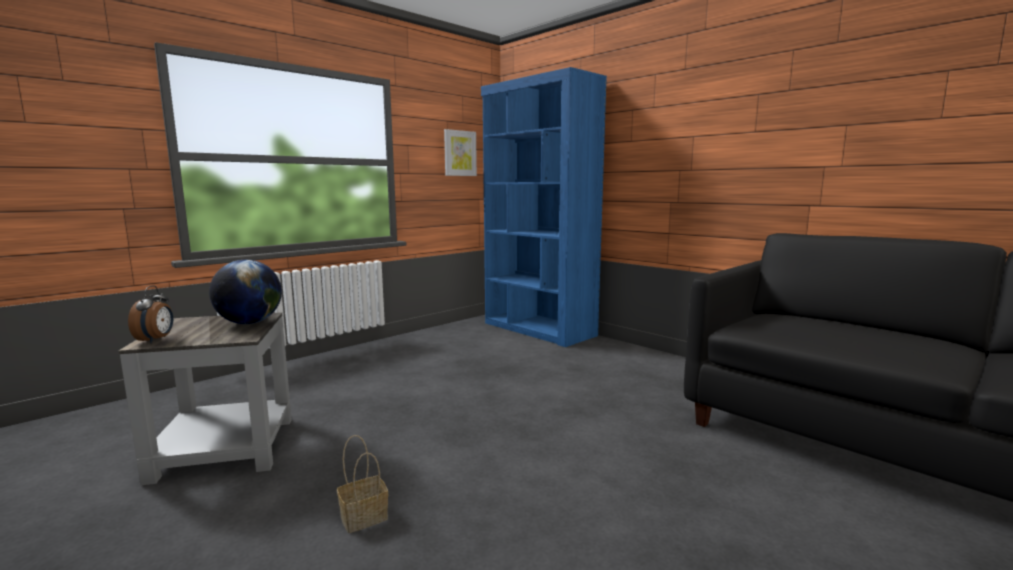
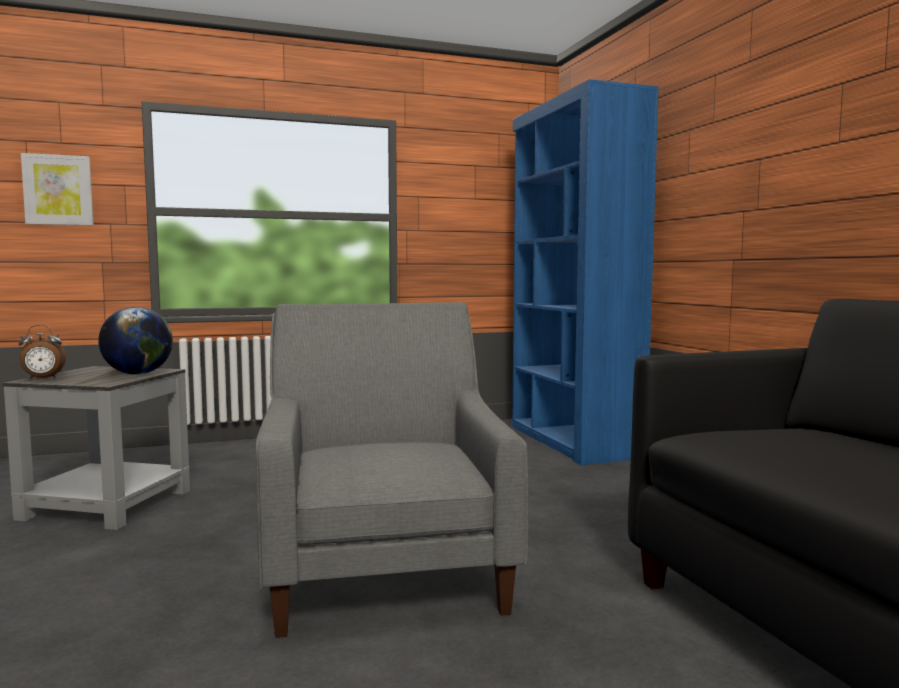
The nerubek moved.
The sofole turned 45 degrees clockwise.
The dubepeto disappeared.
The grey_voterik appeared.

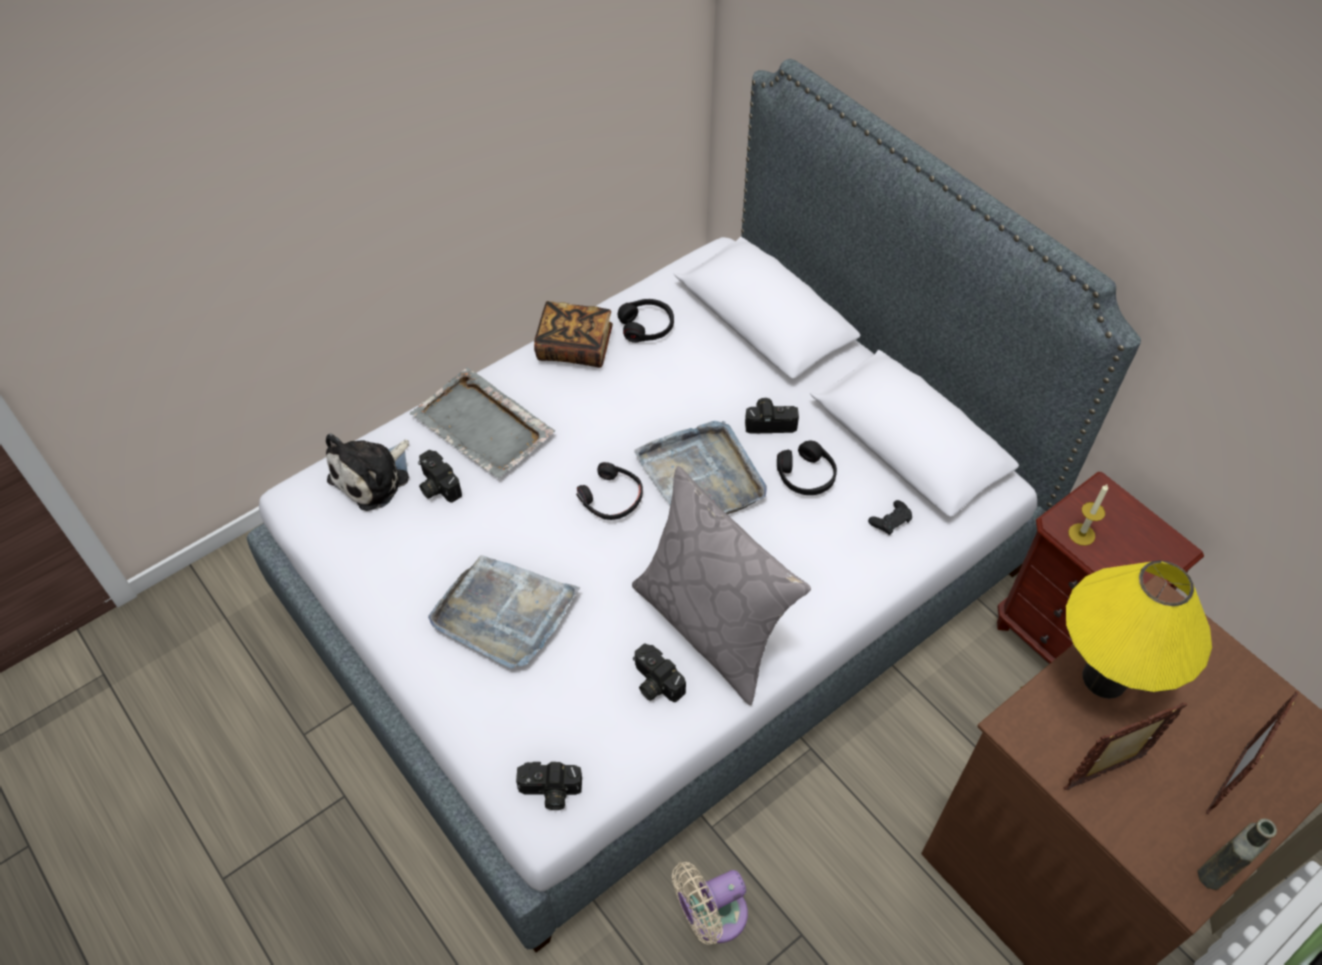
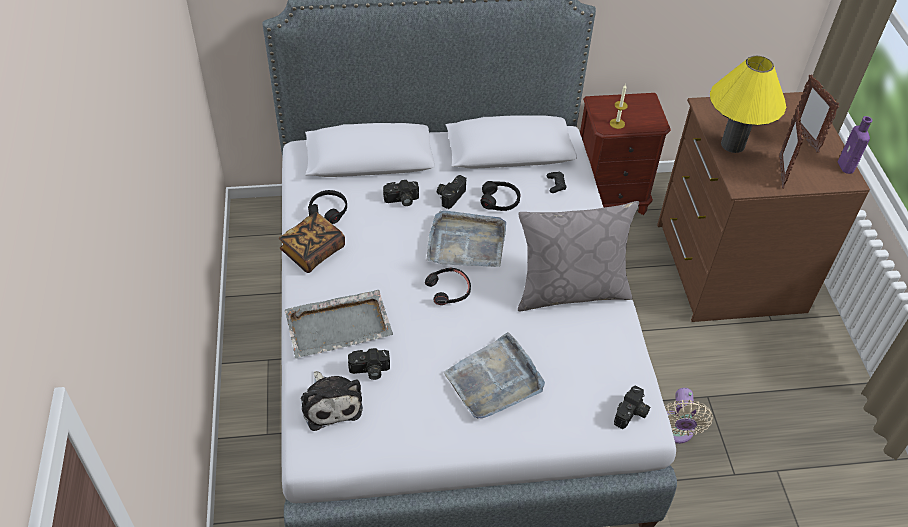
The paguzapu (no. 3 from left in the first image) moved.
The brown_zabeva became the purple_zabeva.

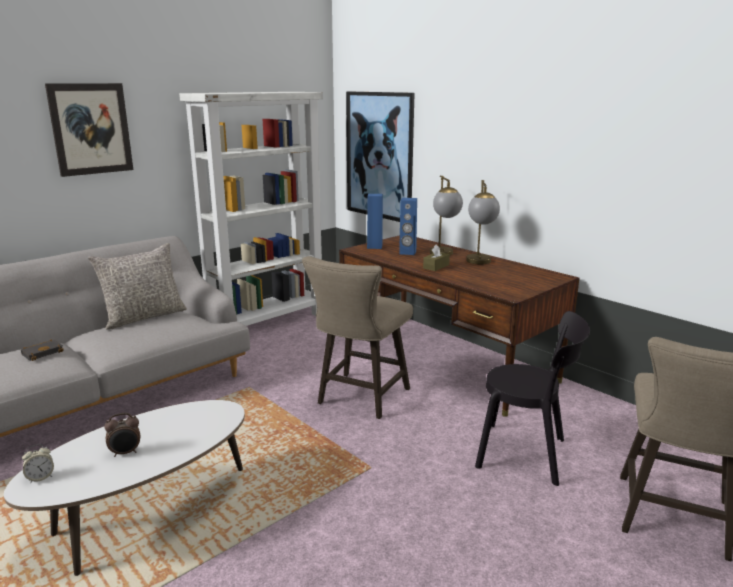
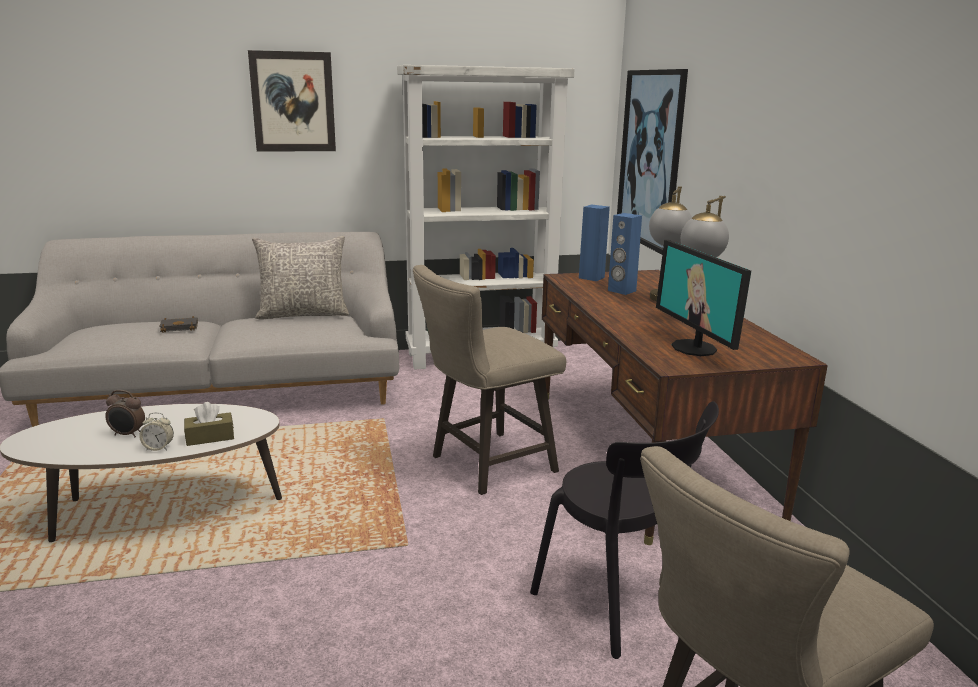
The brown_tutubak moved.
The sofole (no. 1 from left in the first image) moved.
The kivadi appeared.

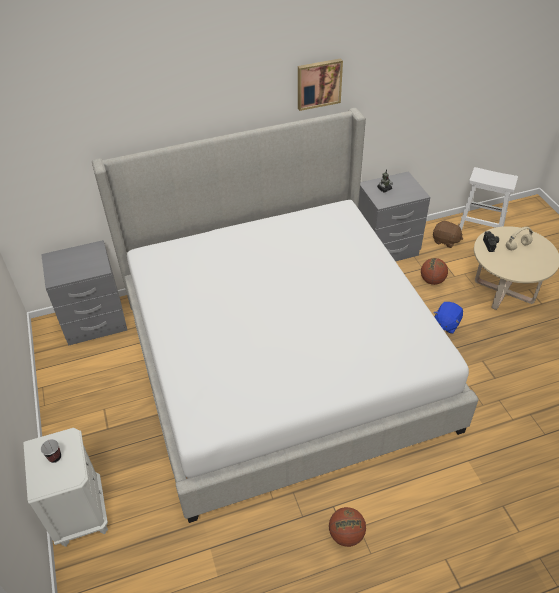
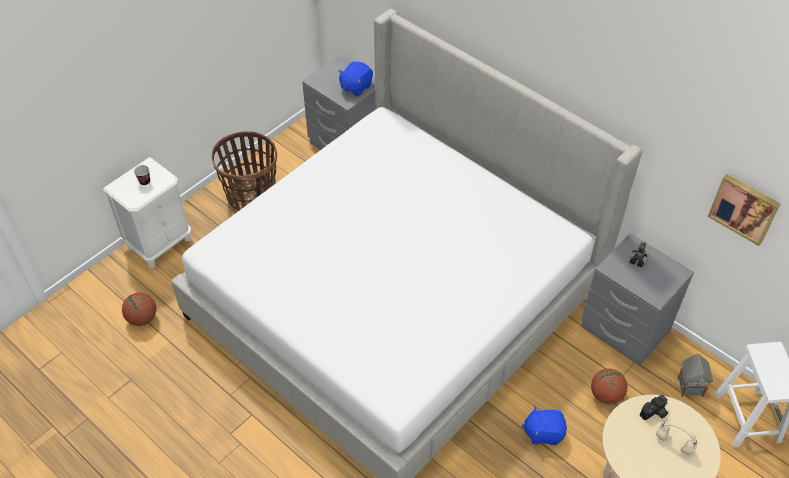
The nerubek moved.
The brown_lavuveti was replaced by the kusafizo.
The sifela (no. 1 from left) moved.
The blue_lavuveti (no. 1 from left) appeared.
The dubepeto appeared.

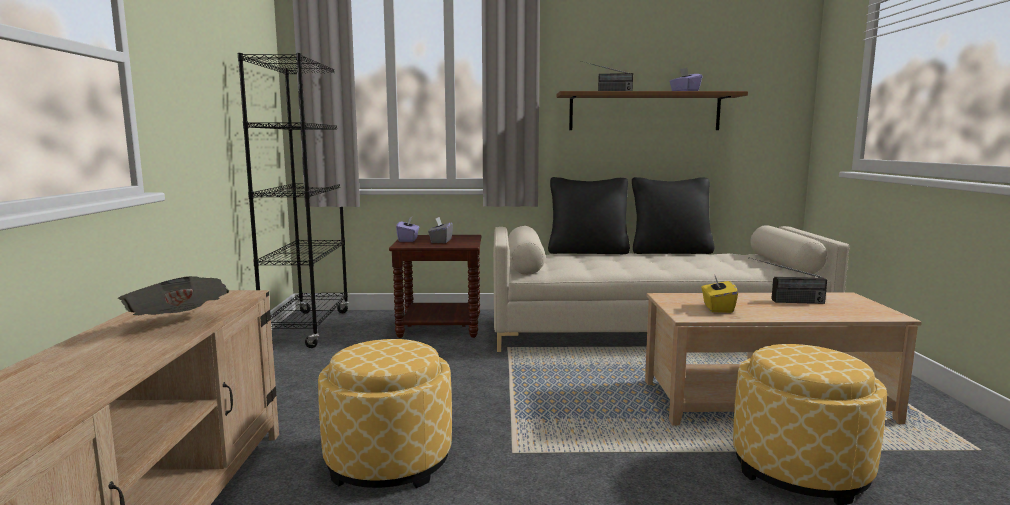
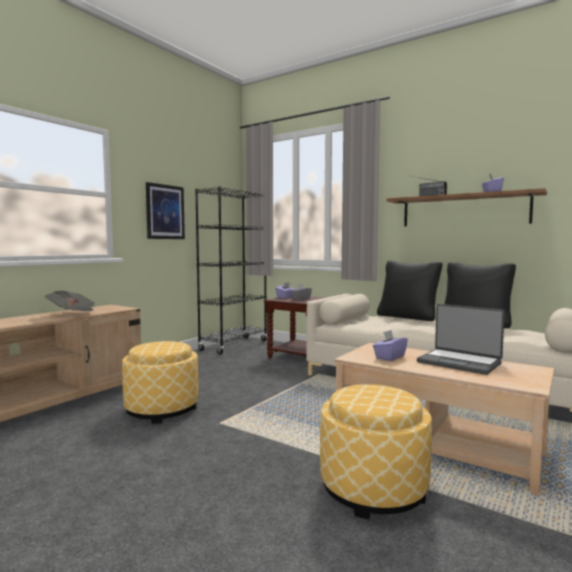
The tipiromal (no. 2 from left) was replaced by the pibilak.
The yellow_tutubak became the purple_tutubak (no. 2 from left).
The nerubek appeared.

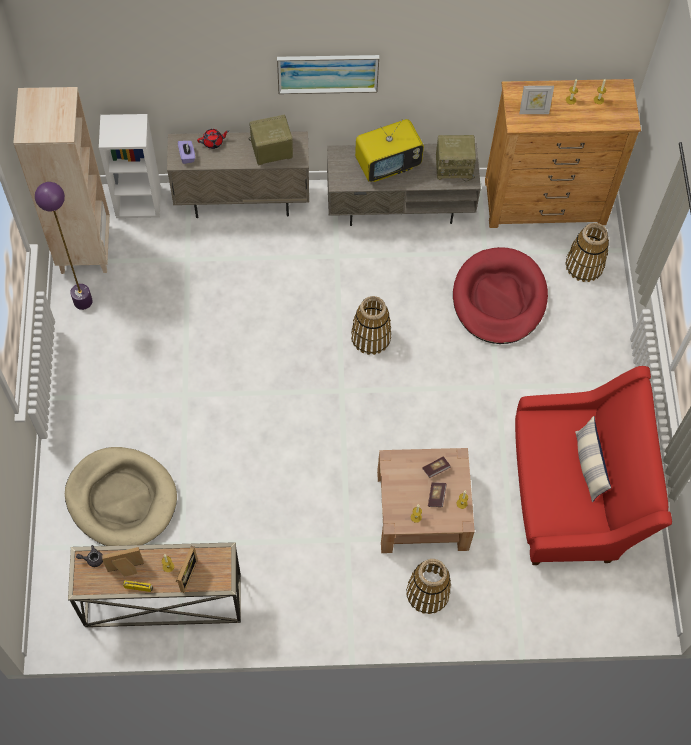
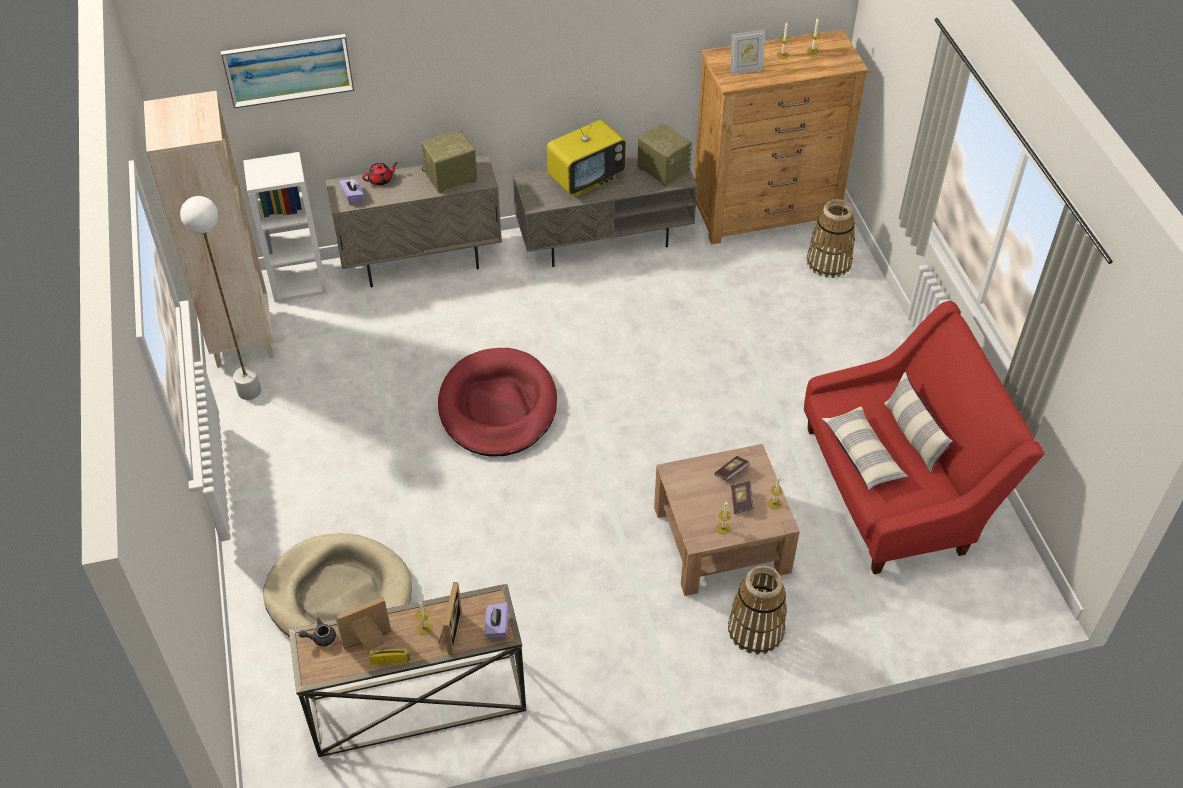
The nerubek moved.
The tipiromal (no. 3 from left) turned 120 degrees counterclockwise.
The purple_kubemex became the white_kubemex.
The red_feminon moved.
The dubepeto (no. 1 from left) disappeared.
The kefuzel (no. 1 from left) appeared.
The purple_tutubak (no. 2 from left) appeared.

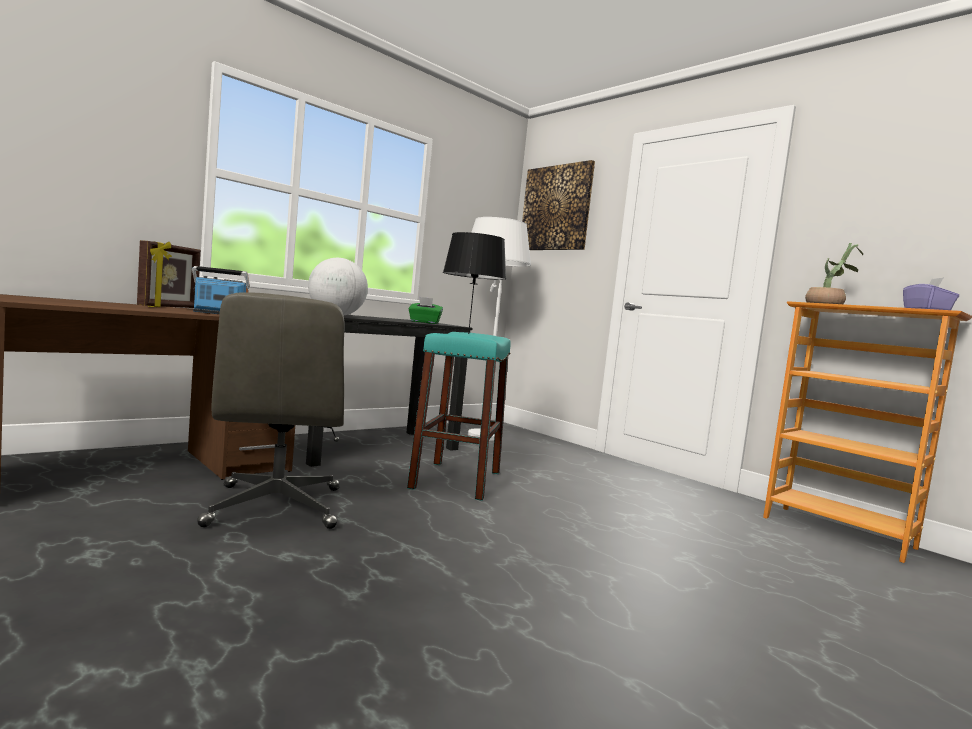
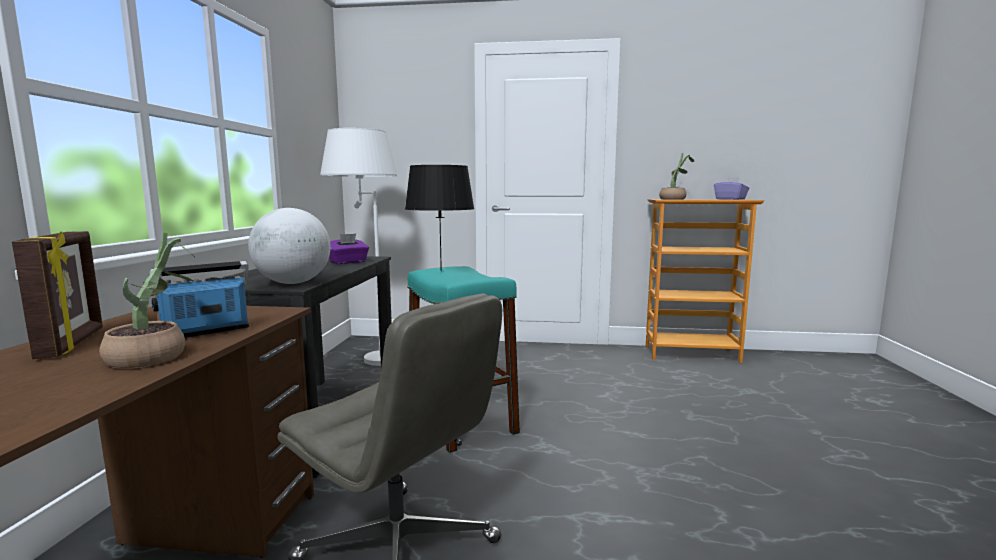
The nerubek disappeared.
The green_tutubak became the purple_tutubak (no. 1 from left).
The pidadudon (no. 1 from left) appeared.

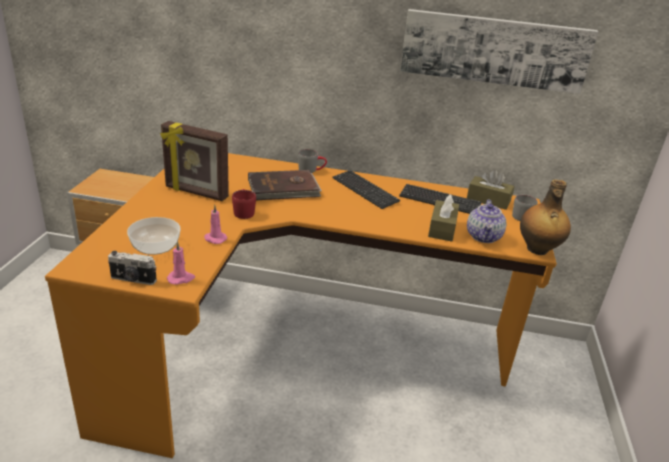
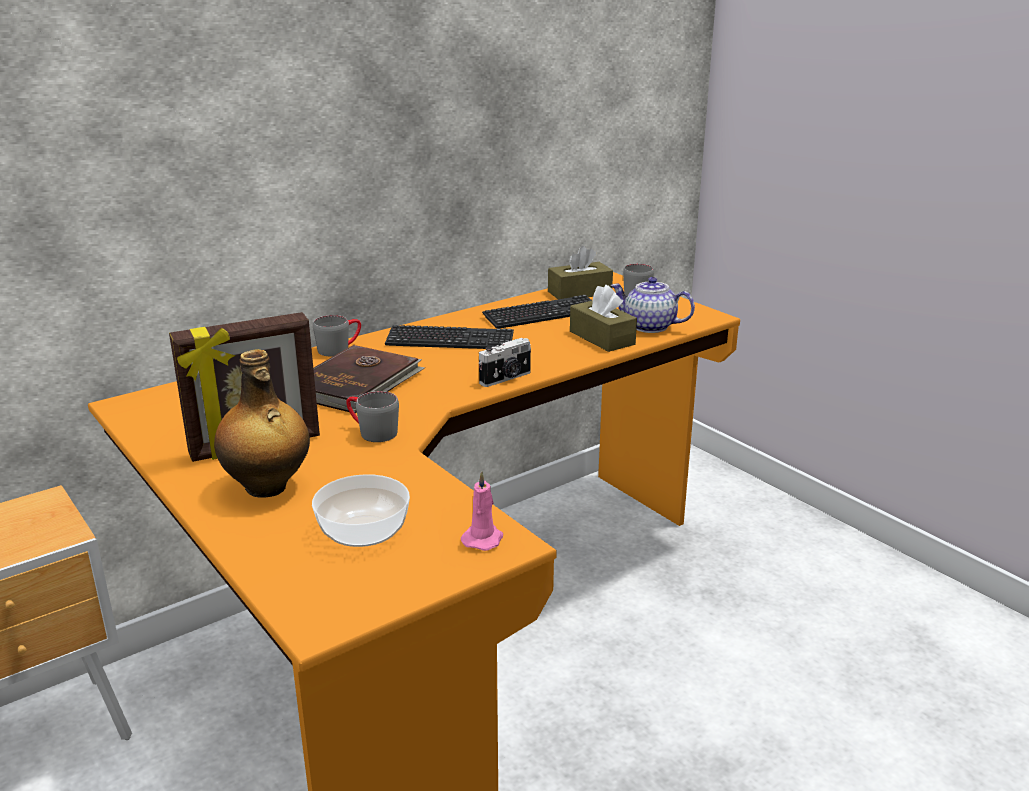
The nerubek disappeared.
The zabeva moved.
The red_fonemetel became the grey_fonemetel (no. 2 from left).
The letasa turned 150 degrees clockwise.
The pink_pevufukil (no. 2 from left) disappeared.
The paguzapu moved.

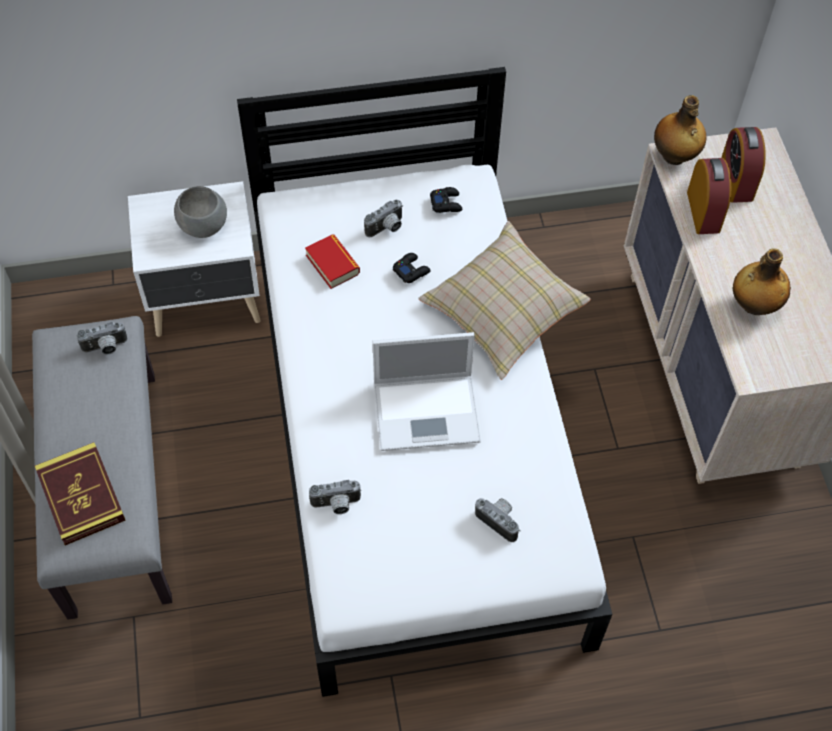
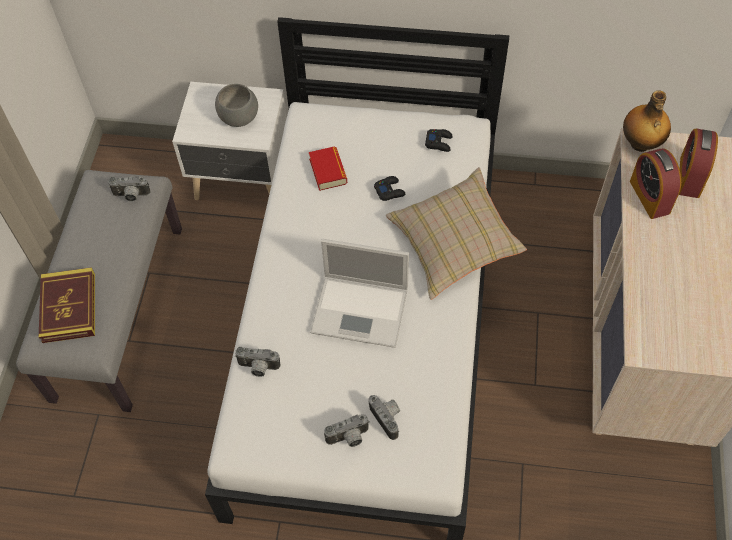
The sofole (no. 1 from left) turned 150 degrees clockwise.
The paguzapu (no. 3 from left) moved.
The zabeva (no. 2 from left) disappeared.

